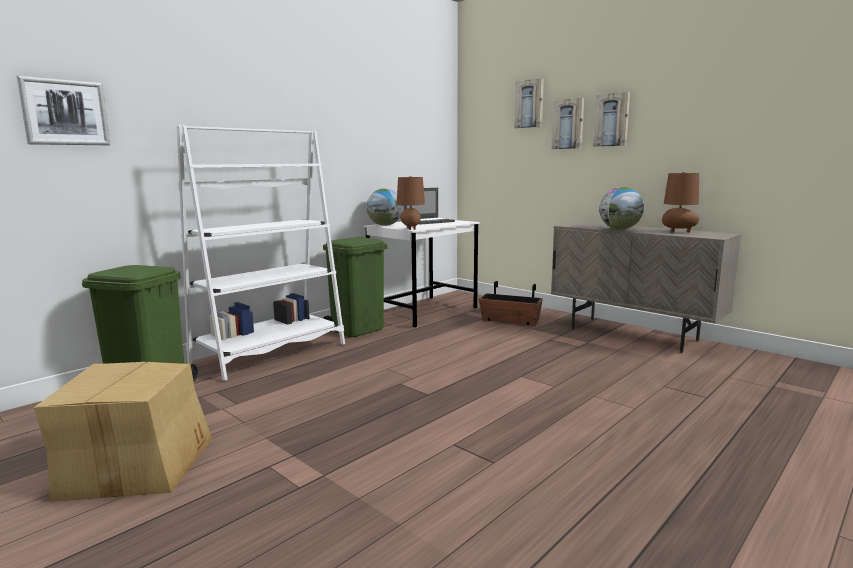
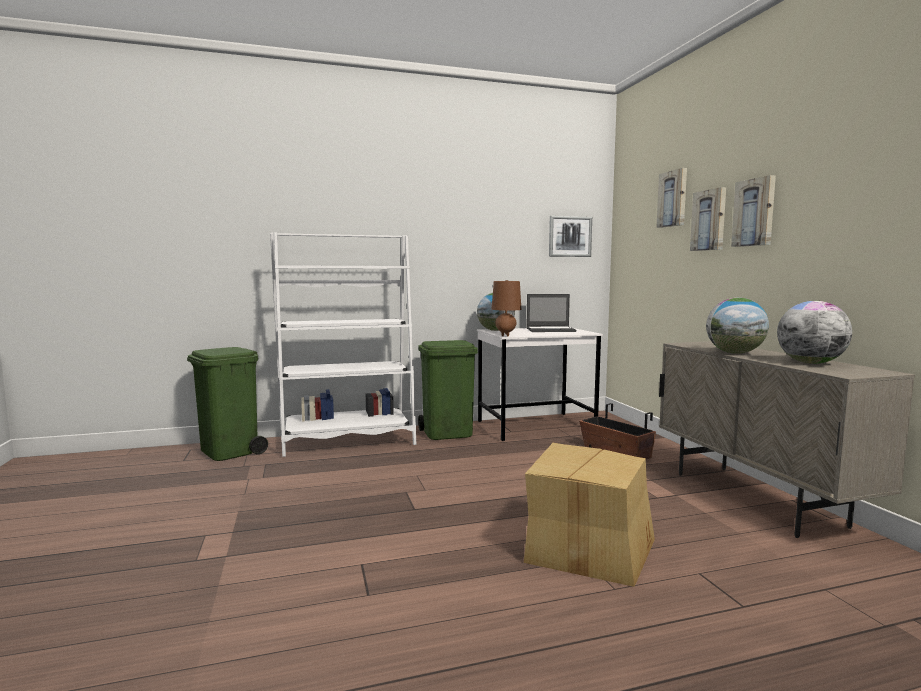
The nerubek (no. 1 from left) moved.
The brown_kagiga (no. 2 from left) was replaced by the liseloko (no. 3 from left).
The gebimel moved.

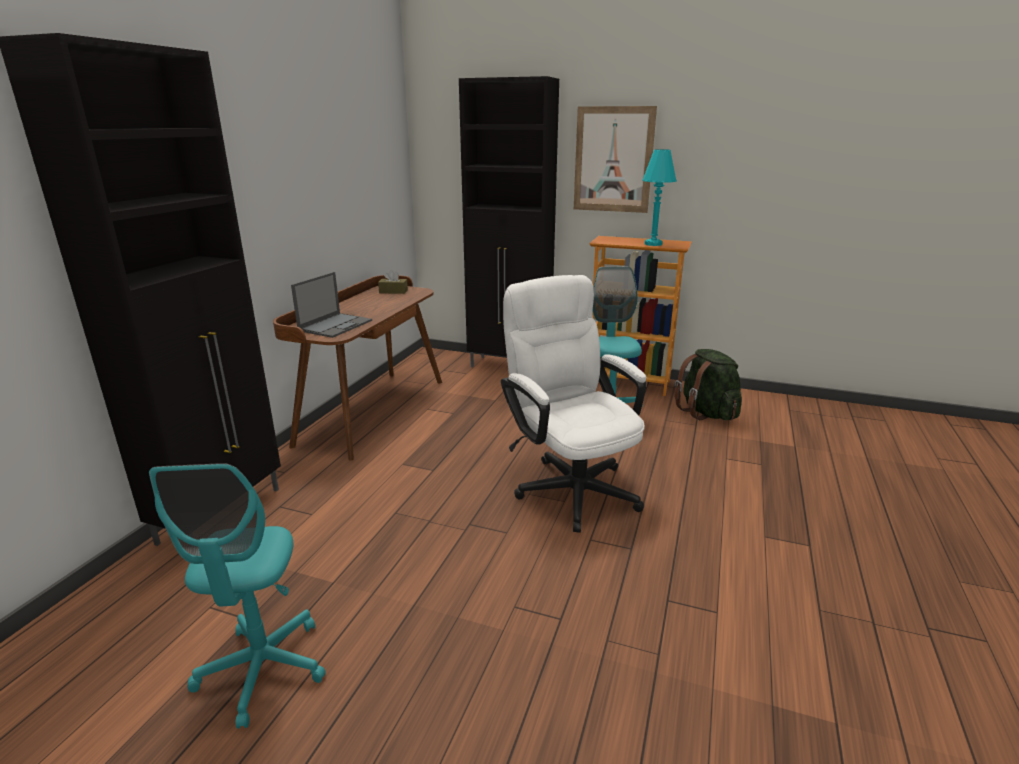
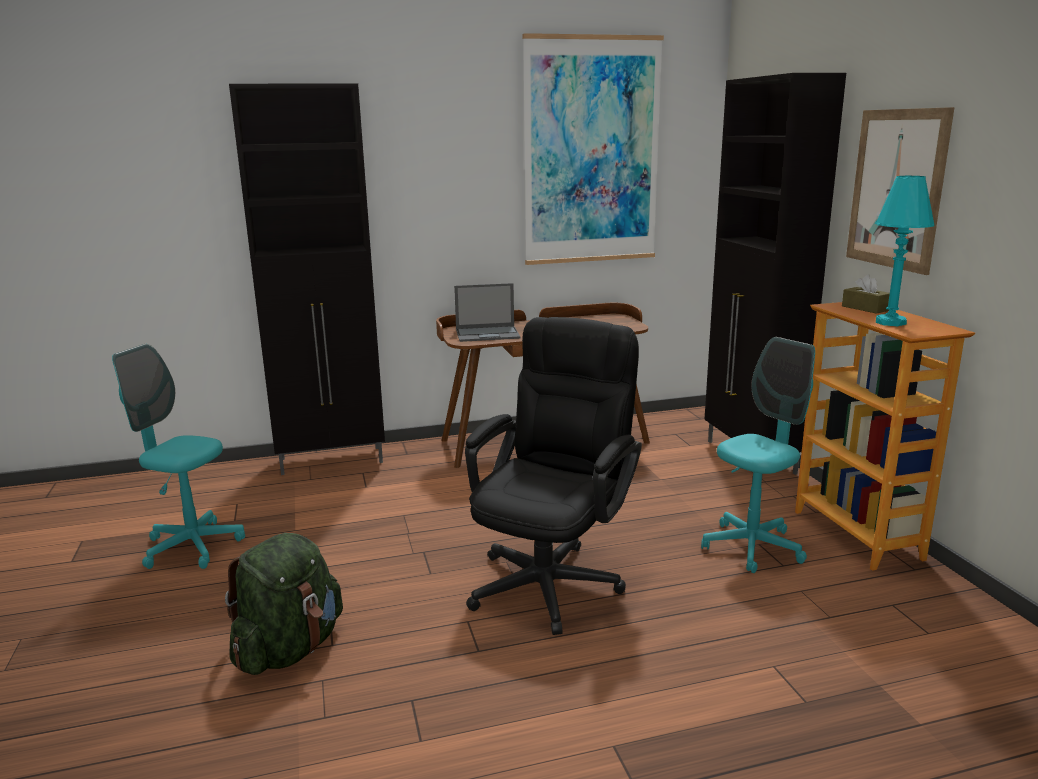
The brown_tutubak moved.
The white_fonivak became the black_fonivak.
The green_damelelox moved.
The turquoise_fonivak (no. 1 from left) turned 60 degrees clockwise.
The nerubek (no. 1 from left) appeared.

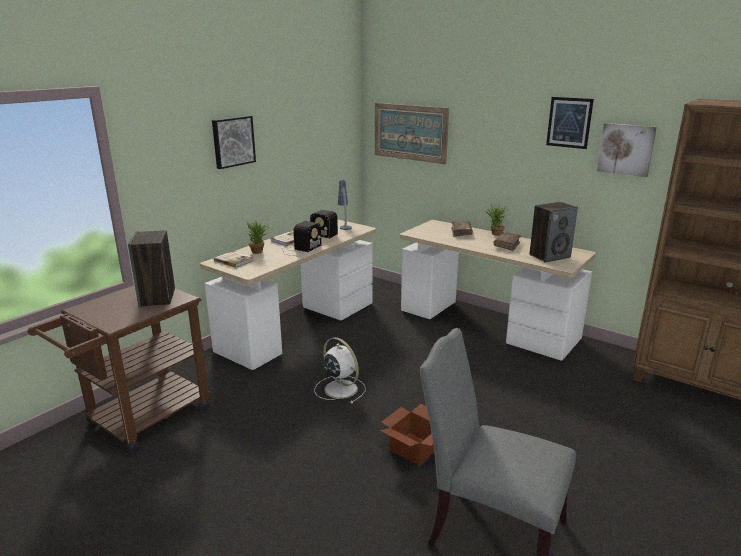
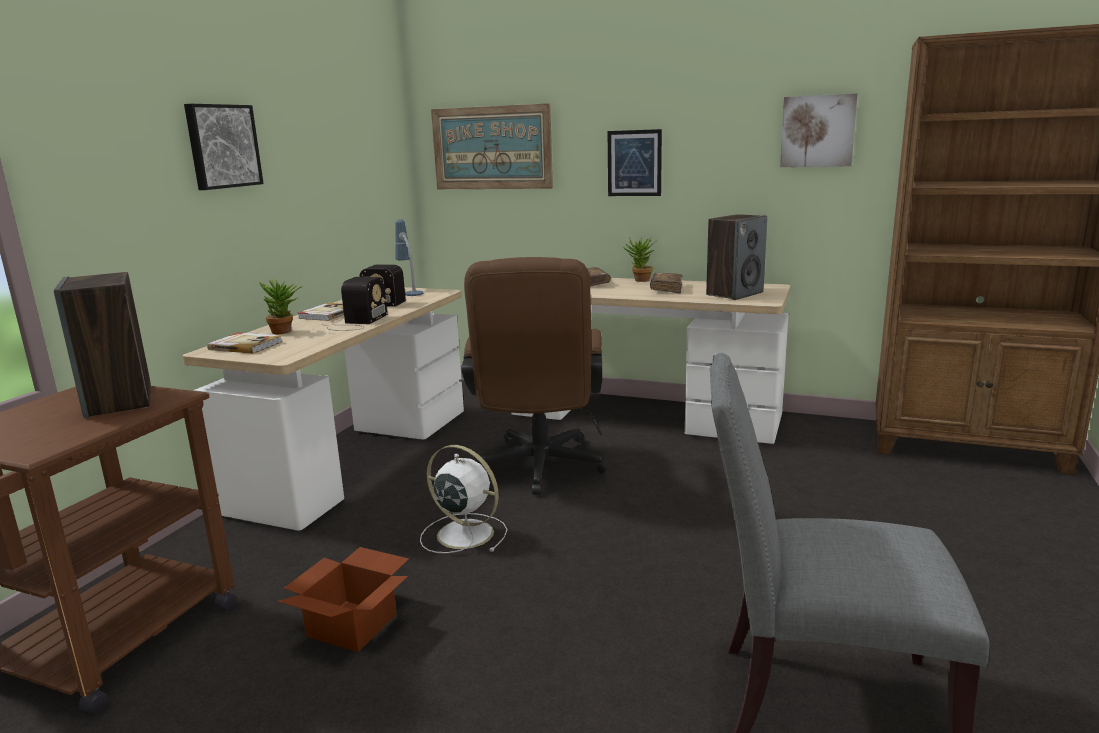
The nerubek (no. 3 from left) moved.
The gebimel moved.
The brown_fonivak appeared.

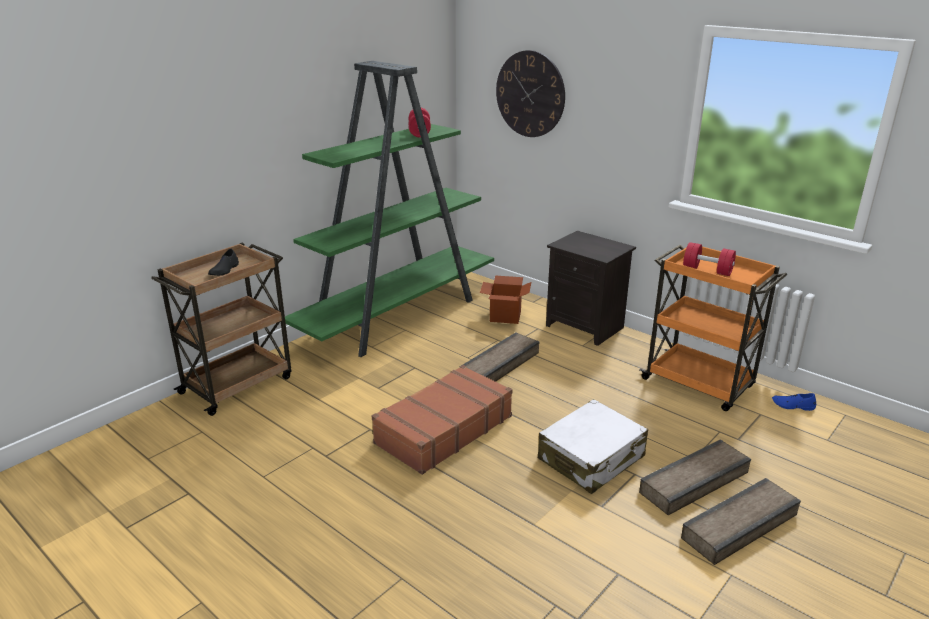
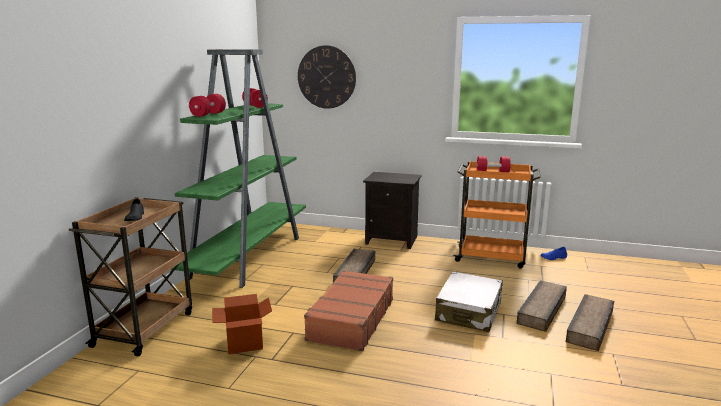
The gebimel moved.
The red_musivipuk (no. 1 from left) appeared.

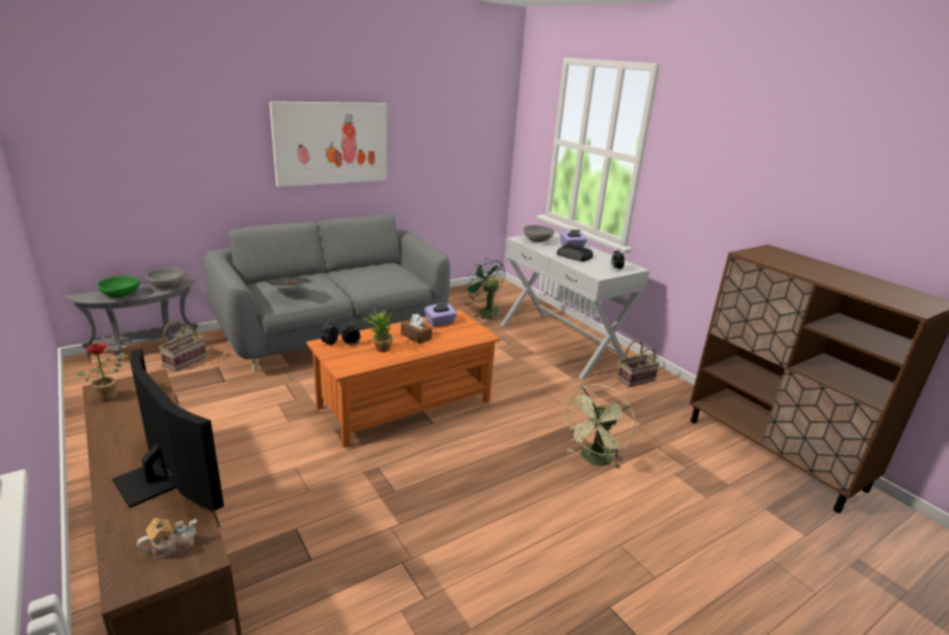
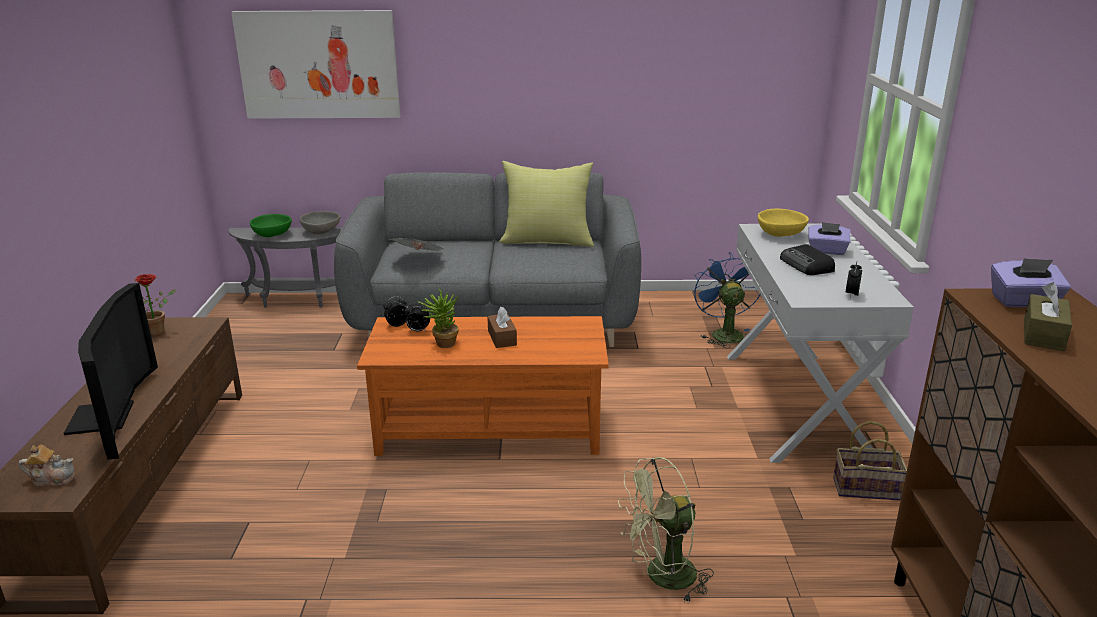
The nerubek moved.
The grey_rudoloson (no. 2 from left) became the yellow_rudoloson.
The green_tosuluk (no. 1 from left) became the blue_tosuluk.
The purple_tutubak (no. 1 from left in the first image) moved.
The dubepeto (no. 1 from left) disappeared.
The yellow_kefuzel appeared.
The brown_tutubak (no. 2 from left) appeared.

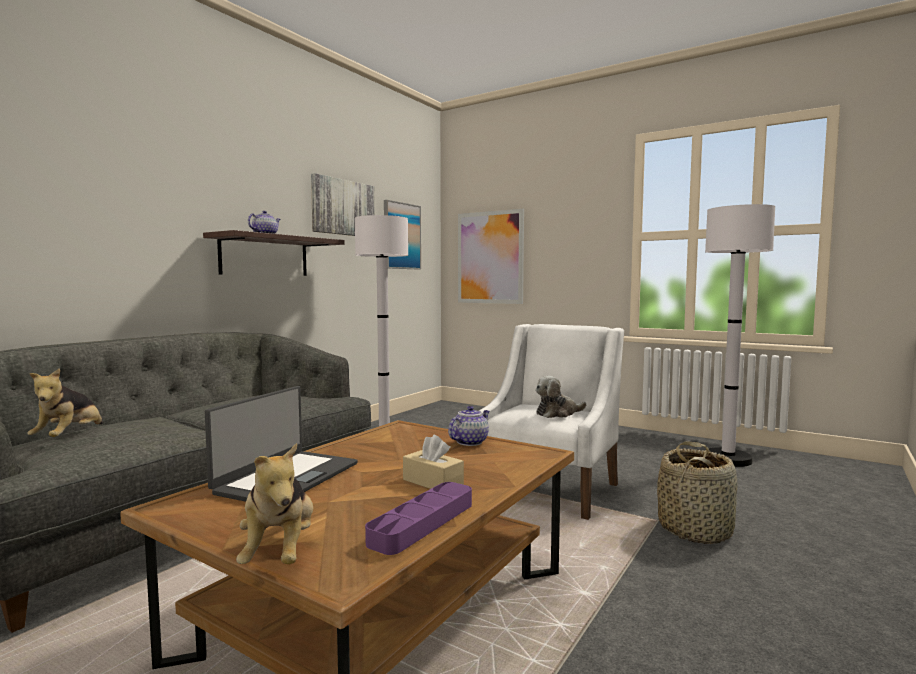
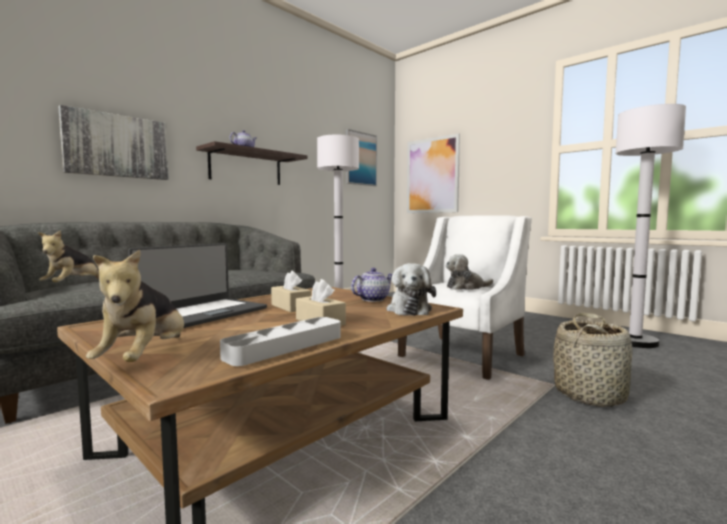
The nerubek (no. 1 from left) moved.
The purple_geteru became the grey_geteru.
The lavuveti (no. 3 from left) appeared.
The beige_tutubak (no. 1 from left) appeared.

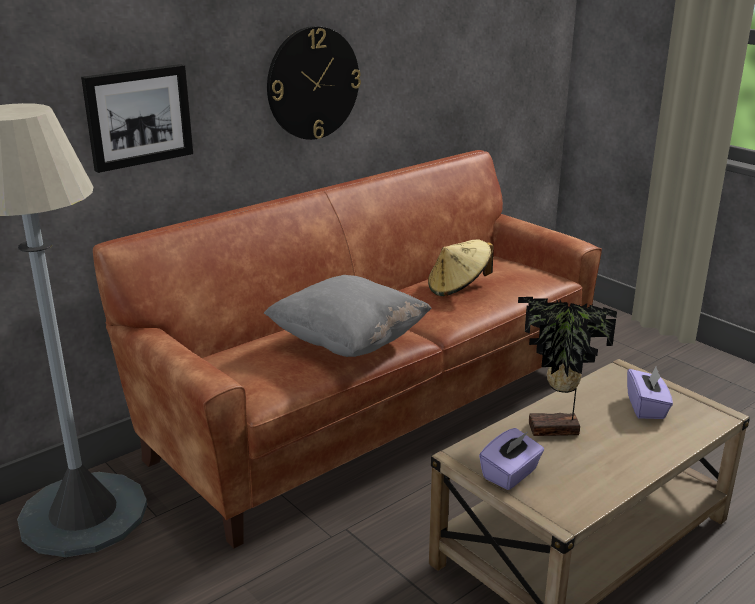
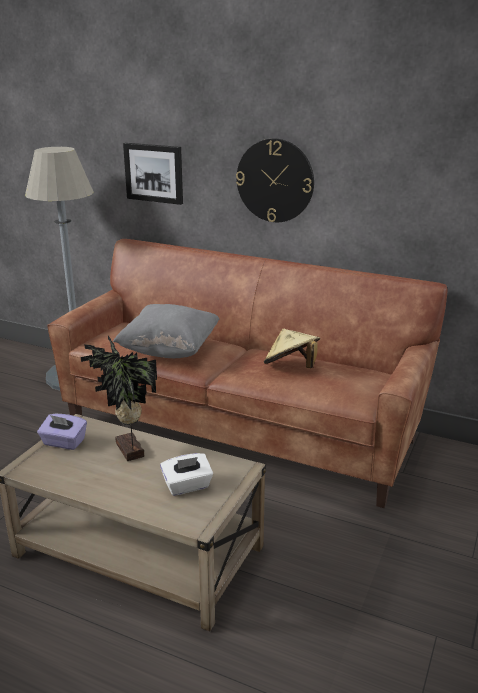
The purple_tutubak (no. 2 from left) became the white_tutubak.

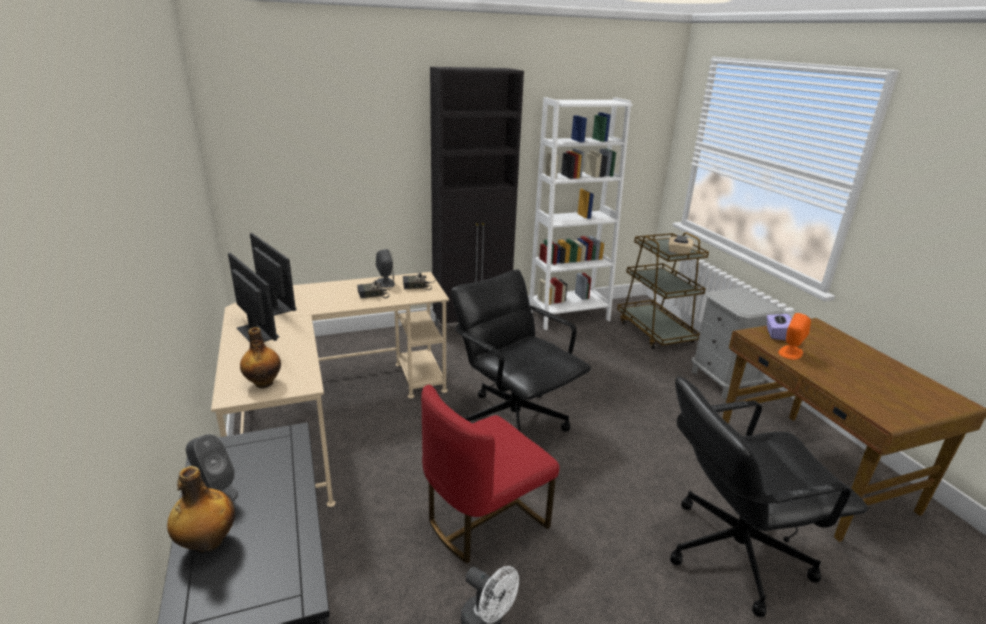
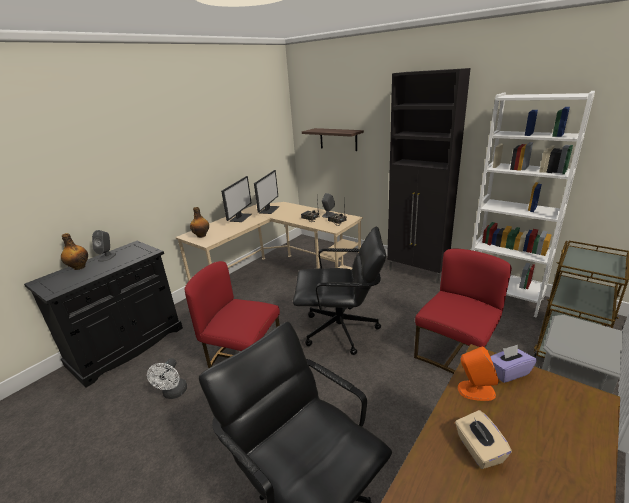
The beige_tutubak moved.
The black_fonivak (no. 1 from left in the first image) turned 75 degrees clockwise.
The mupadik appeared.
The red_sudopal (no. 2 from left) appeared.

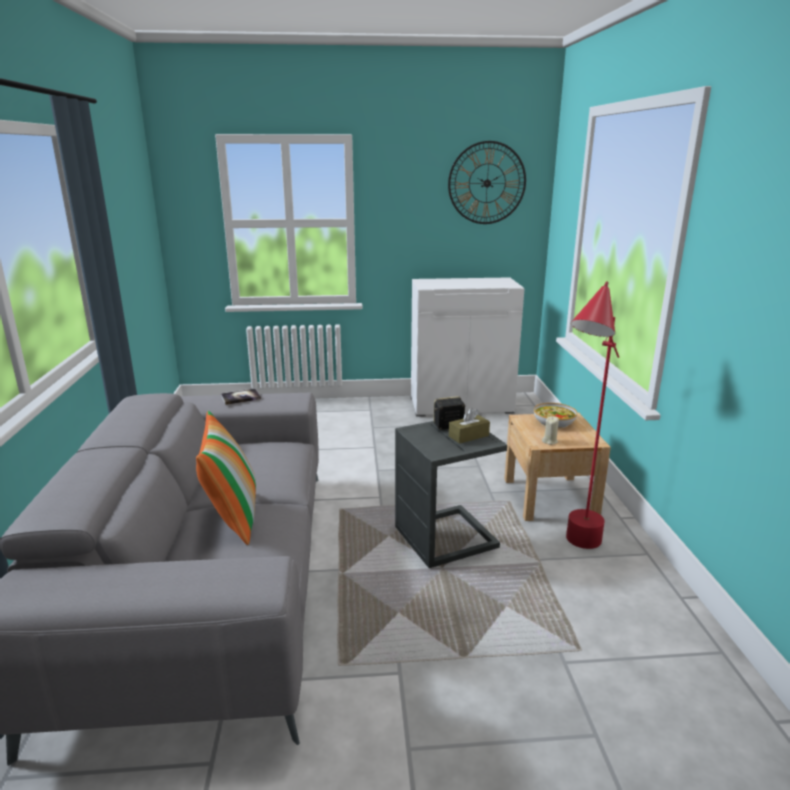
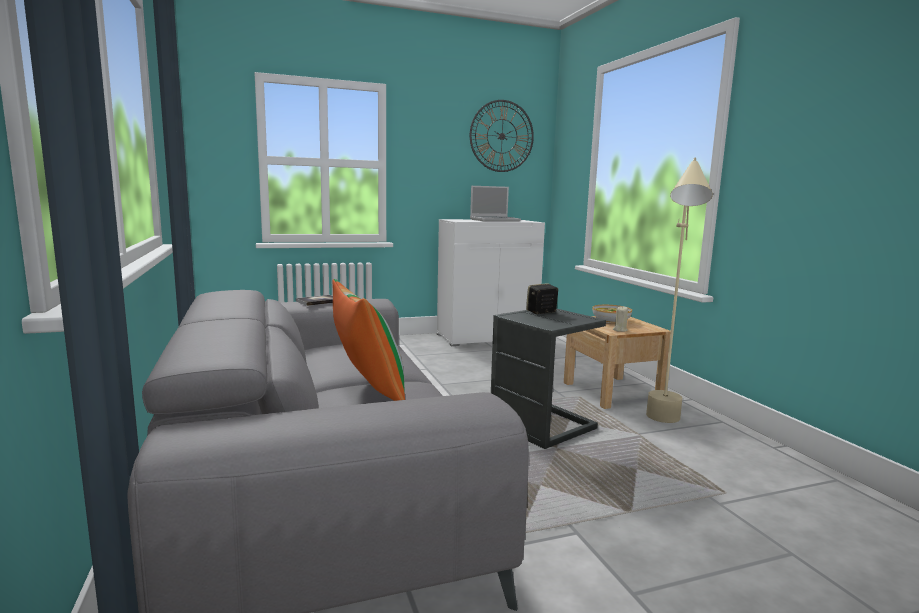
The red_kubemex became the beige_kubemex.
The brown_tutubak disappeared.
The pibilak appeared.

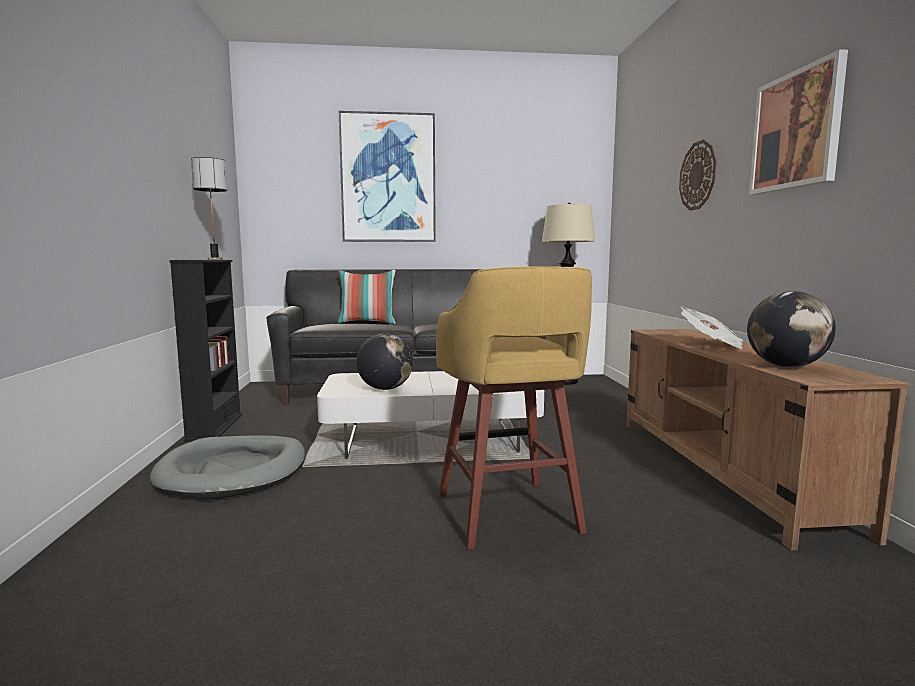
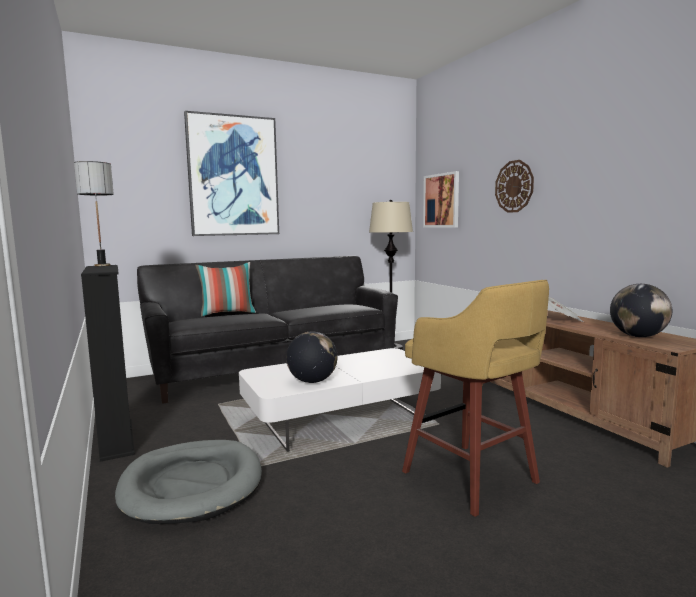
The nerubek (no. 2 from left) moved.

